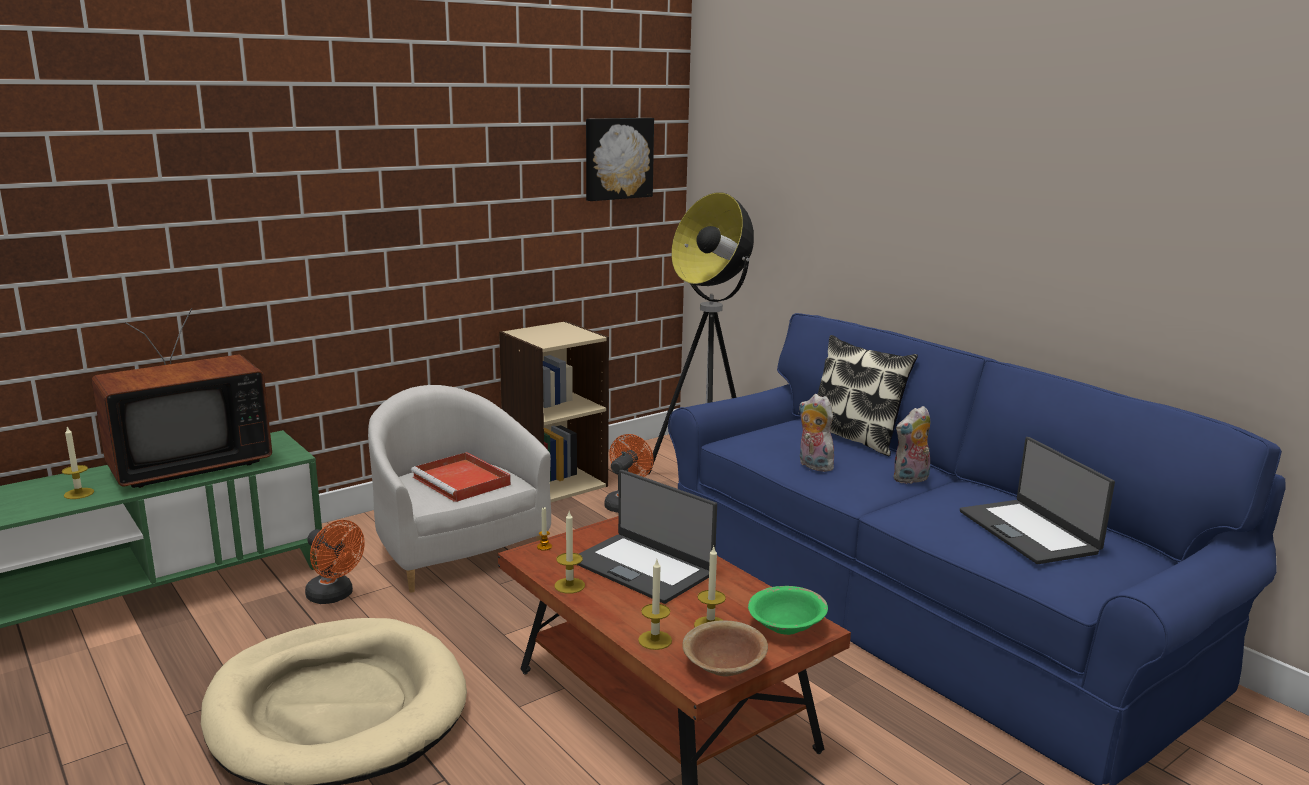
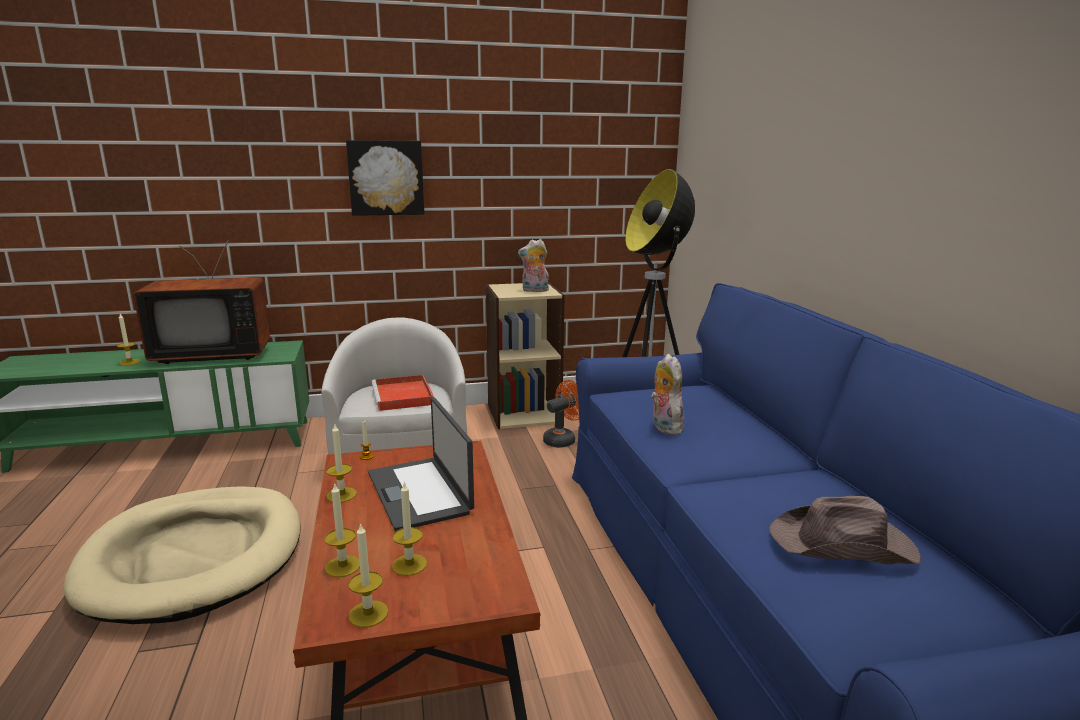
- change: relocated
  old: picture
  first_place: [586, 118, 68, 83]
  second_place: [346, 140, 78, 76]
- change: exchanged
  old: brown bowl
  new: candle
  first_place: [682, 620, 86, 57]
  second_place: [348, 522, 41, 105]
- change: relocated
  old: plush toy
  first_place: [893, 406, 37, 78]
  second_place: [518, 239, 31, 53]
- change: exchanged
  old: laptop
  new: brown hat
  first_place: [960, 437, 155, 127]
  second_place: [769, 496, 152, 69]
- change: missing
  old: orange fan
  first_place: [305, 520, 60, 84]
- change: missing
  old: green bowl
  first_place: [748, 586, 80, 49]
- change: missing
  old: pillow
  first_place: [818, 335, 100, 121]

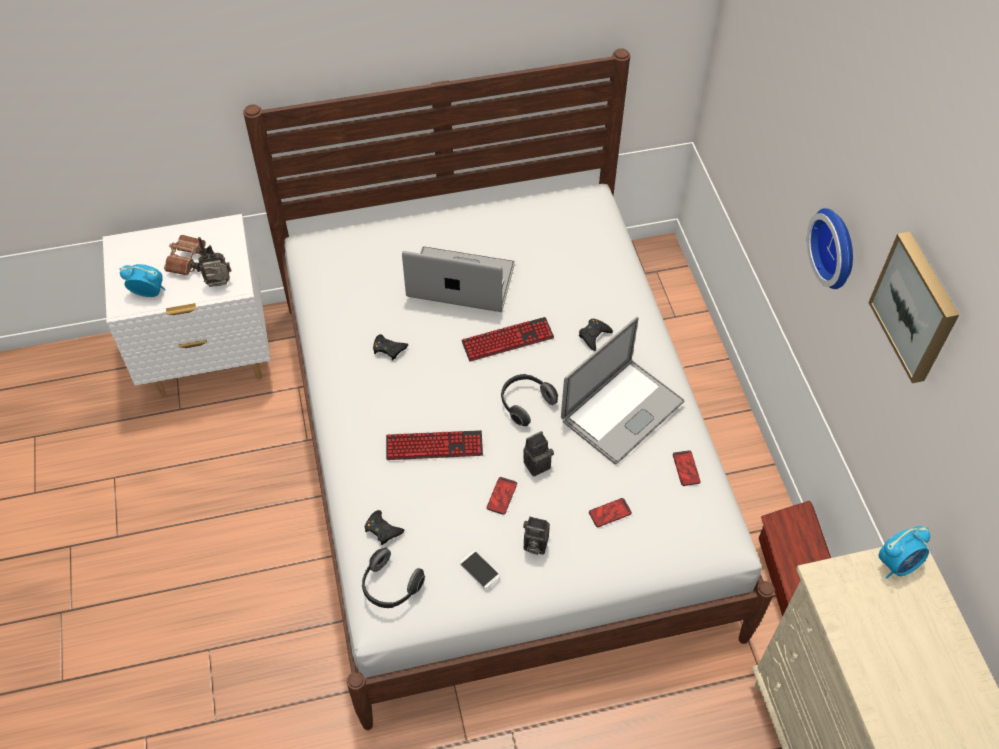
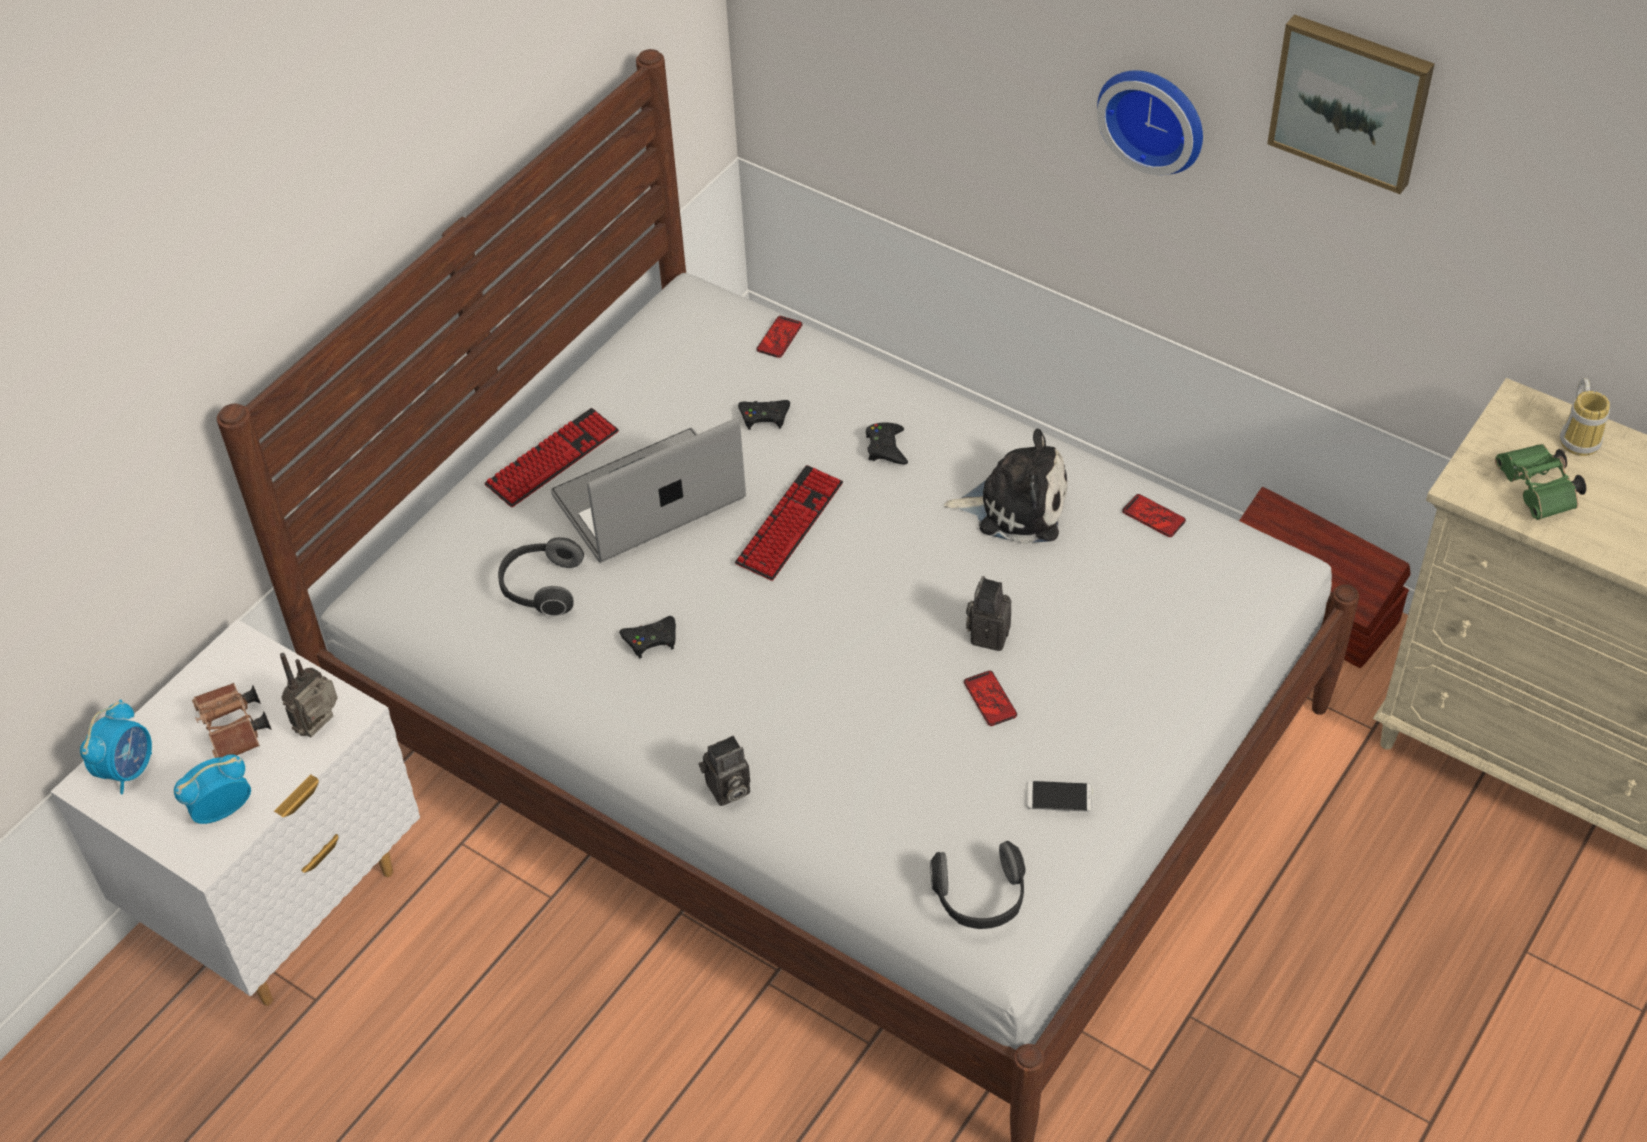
- change: relocated
  old: alarm clock
  first_place: [879, 526, 51, 52]
  second_place: [80, 700, 72, 94]
- change: relocated
  old: keyboard
  first_place: [386, 430, 97, 30]
  second_place: [484, 408, 135, 99]
- change: relocated
  old: headphones
  first_place: [501, 374, 57, 52]
  second_place: [498, 537, 86, 79]
- change: relocated
  old: photo camera
  first_place: [523, 517, 27, 38]
  second_place: [699, 735, 51, 71]
- change: relocated
  old: black game controller
  first_place: [365, 510, 40, 35]
  second_place: [738, 400, 52, 30]
- change: relocated
  old: phone
  first_place: [589, 498, 43, 29]
  second_place: [757, 316, 45, 42]
- change: exchanged
  old: laptop
  new: plush toy
  first_place: [561, 317, 124, 148]
  second_place: [944, 428, 124, 116]
- change: appeared
  new: green binoculars
  second_place: [1495, 444, 91, 76]
- change: appeared
  new: mug
  second_place: [1560, 378, 50, 78]

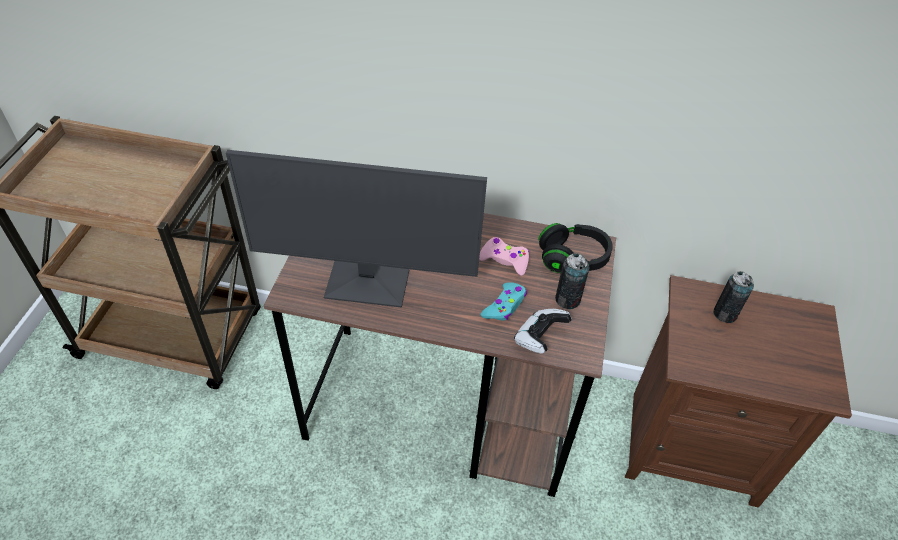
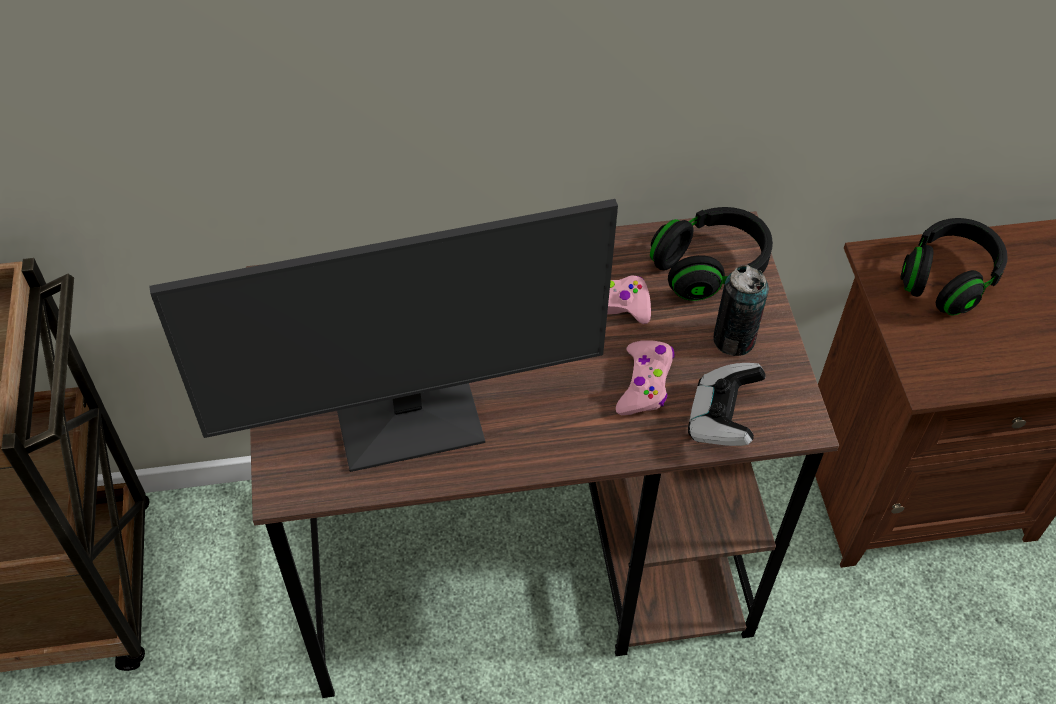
- change: colour
  old: turquoise game controller
  new: pink game controller
  first_place: [481, 282, 46, 38]
  second_place: [616, 340, 59, 75]
- change: exchanged
  old: can
  new: black headphones
  first_place: [713, 271, 41, 52]
  second_place: [900, 218, 108, 98]

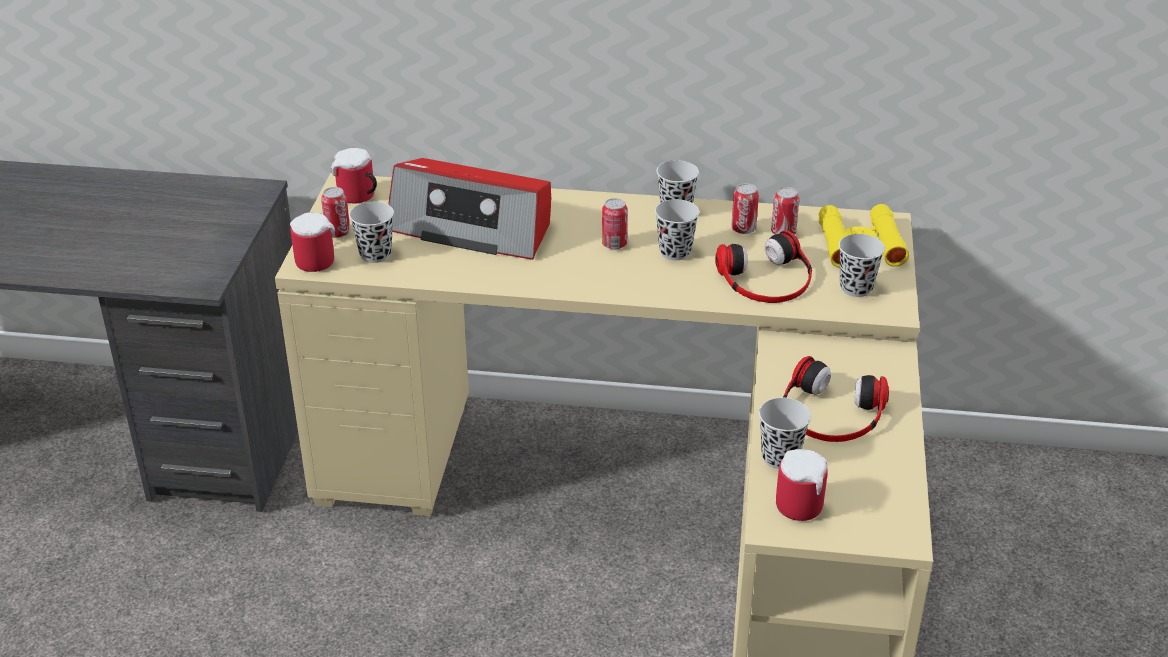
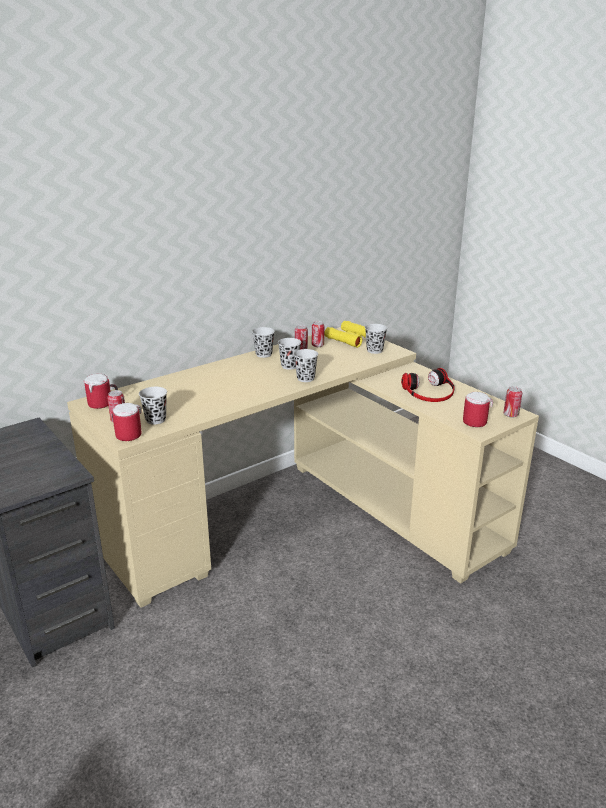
- change: relocated
  old: black cup
  first_place: [759, 398, 52, 71]
  second_place: [294, 349, 24, 33]
- change: relocated
  old: can
  first_place: [602, 198, 26, 51]
  second_place: [503, 386, 19, 32]
- change: missing
  old: radio
  first_place: [388, 158, 163, 102]
- change: missing
  old: headphones
  first_place: [715, 230, 97, 73]

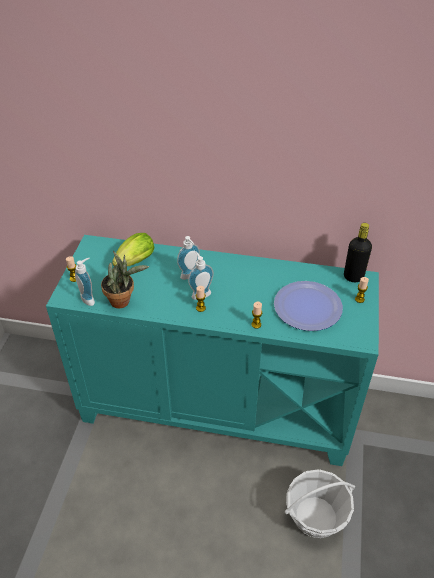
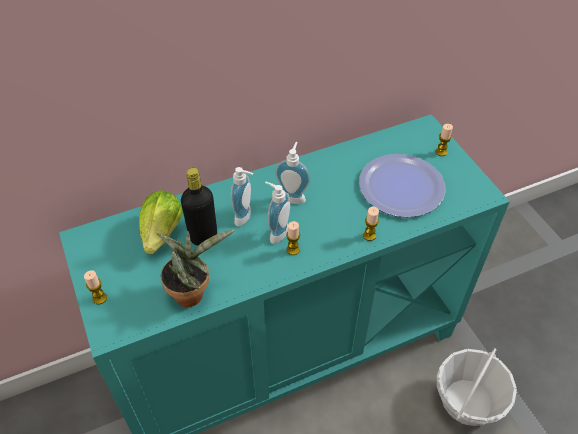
- change: relocated
  old: black bottle
  first_place: [344, 223, 28, 59]
  second_place: [181, 168, 36, 77]
- change: relocated
  old: soap dispenser
  first_place: [75, 258, 20, 48]
  second_place: [275, 142, 35, 62]

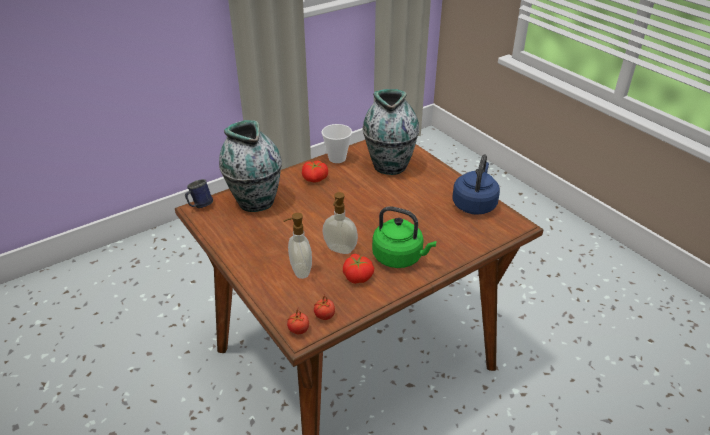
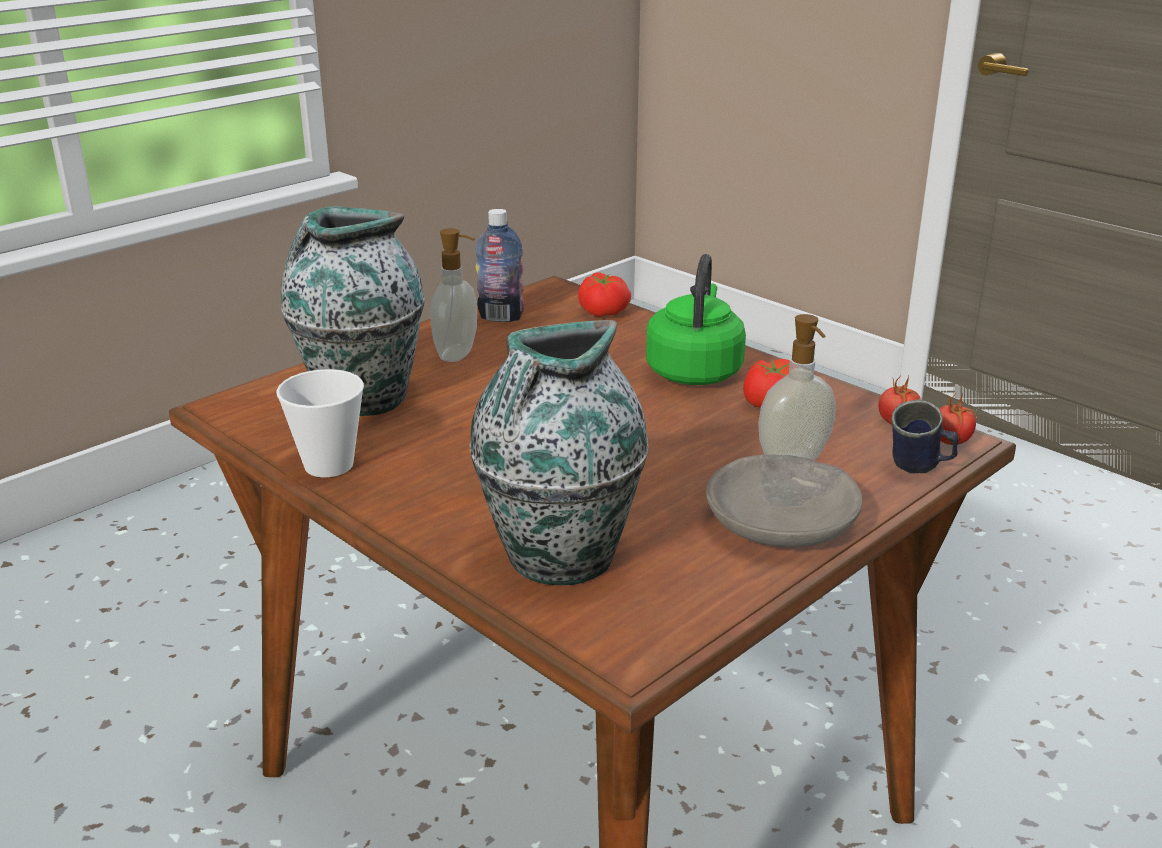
- change: relocated
  old: soap dispenser
  first_place: [323, 192, 35, 62]
  second_place: [430, 228, 47, 134]
- change: exchanged
  old: blue kettle
  new: bottle
  first_place: [452, 154, 48, 61]
  second_place: [475, 209, 49, 113]
- change: relocated
  old: tomato
  first_place: [302, 161, 26, 22]
  second_place: [578, 272, 53, 45]
- change: appeared
  new: grey bowl
  second_place: [706, 455, 156, 92]
- change: relocated
  old: blue mug
  first_place: [185, 179, 28, 29]
  second_place: [891, 400, 68, 74]

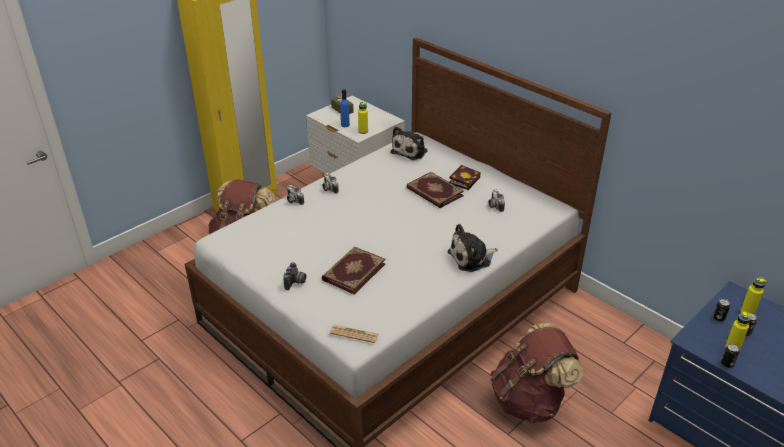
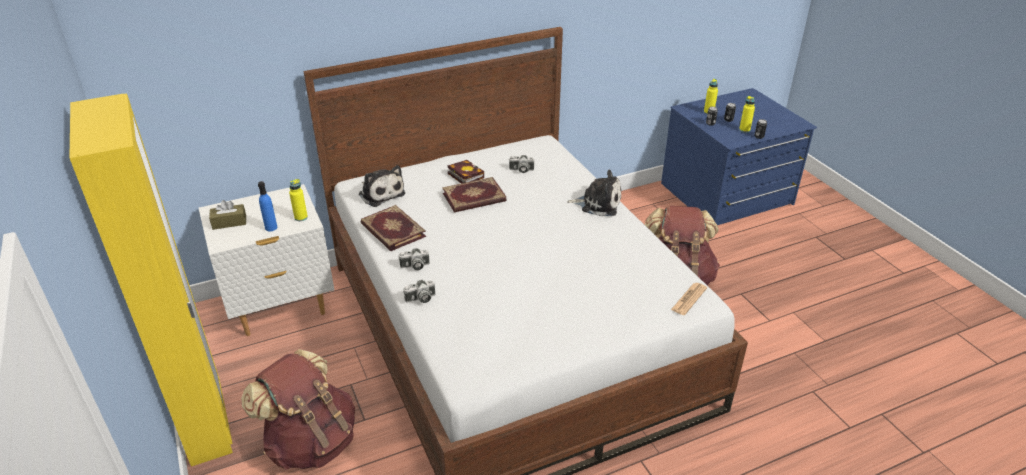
- change: relocated
  old: book
  first_place: [322, 247, 63, 48]
  second_place: [361, 205, 65, 46]
- change: spun
  old: plush toy
  first_place: [448, 224, 49, 48]
  second_place: [567, 170, 54, 46]
  degrees: -75
- change: missing
  old: photo camera
  first_place: [283, 262, 23, 28]

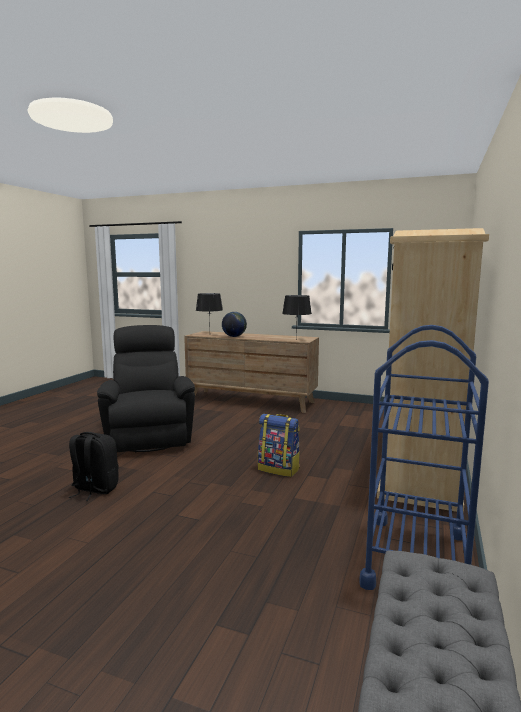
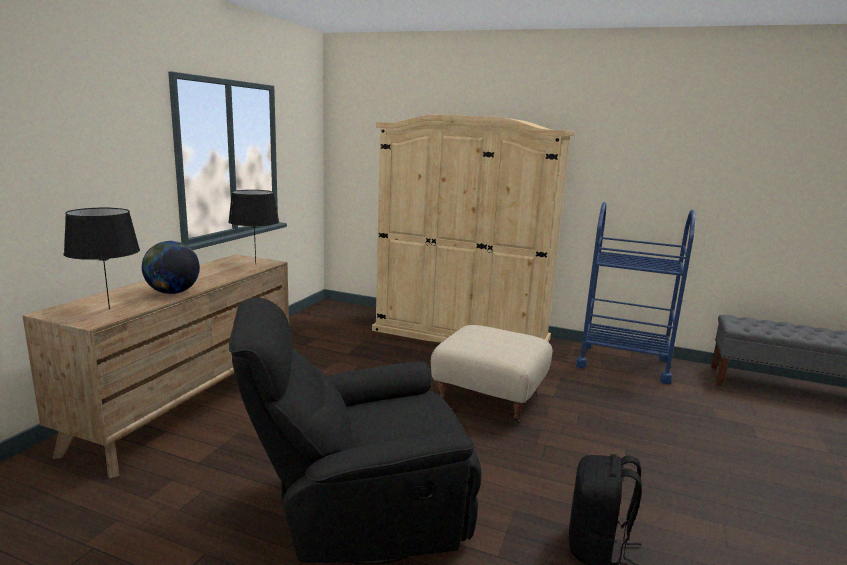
- change: exchanged
  old: backpack
  new: beige ottoman
  first_place: [258, 414, 42, 63]
  second_place: [431, 325, 121, 99]

